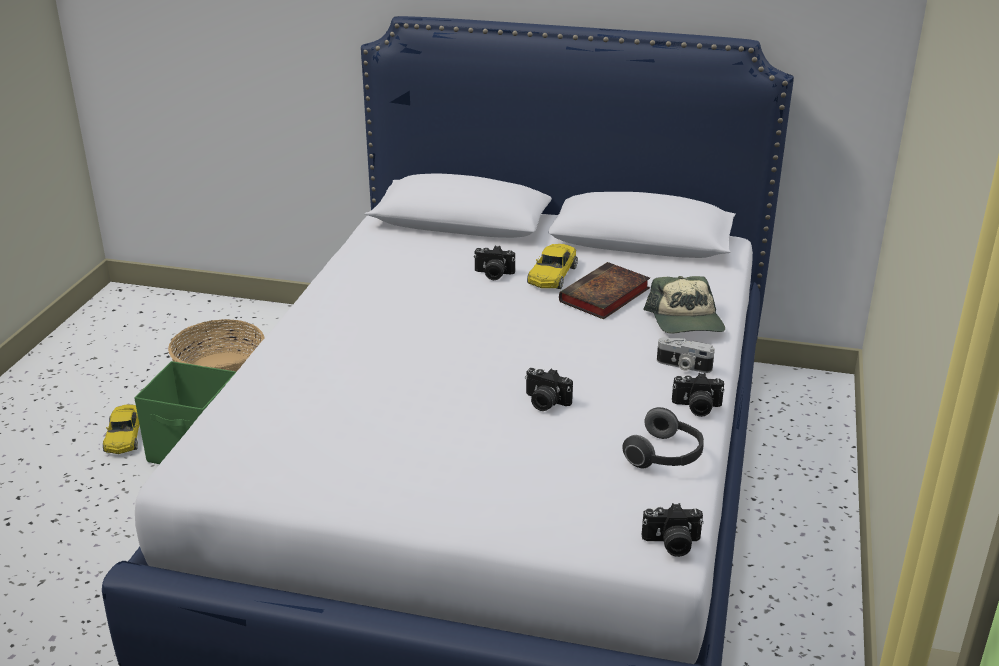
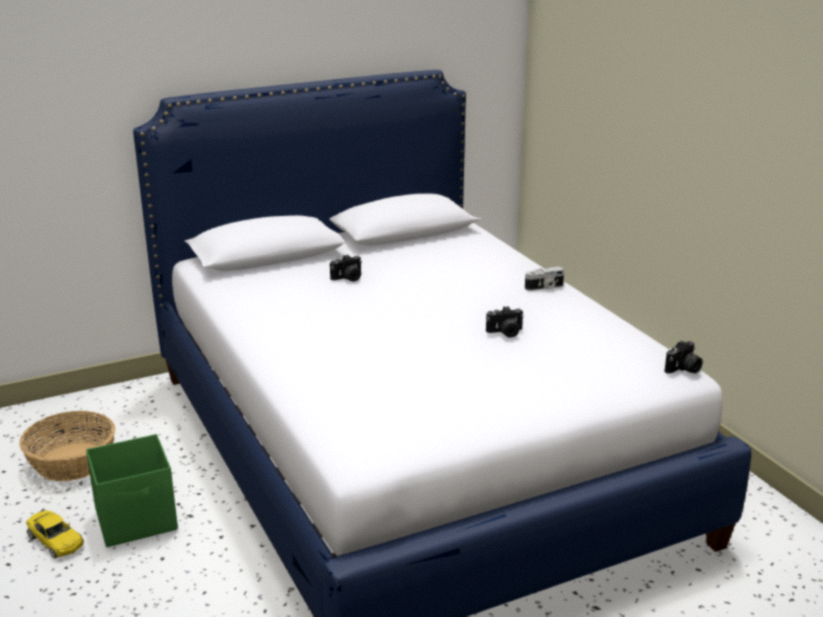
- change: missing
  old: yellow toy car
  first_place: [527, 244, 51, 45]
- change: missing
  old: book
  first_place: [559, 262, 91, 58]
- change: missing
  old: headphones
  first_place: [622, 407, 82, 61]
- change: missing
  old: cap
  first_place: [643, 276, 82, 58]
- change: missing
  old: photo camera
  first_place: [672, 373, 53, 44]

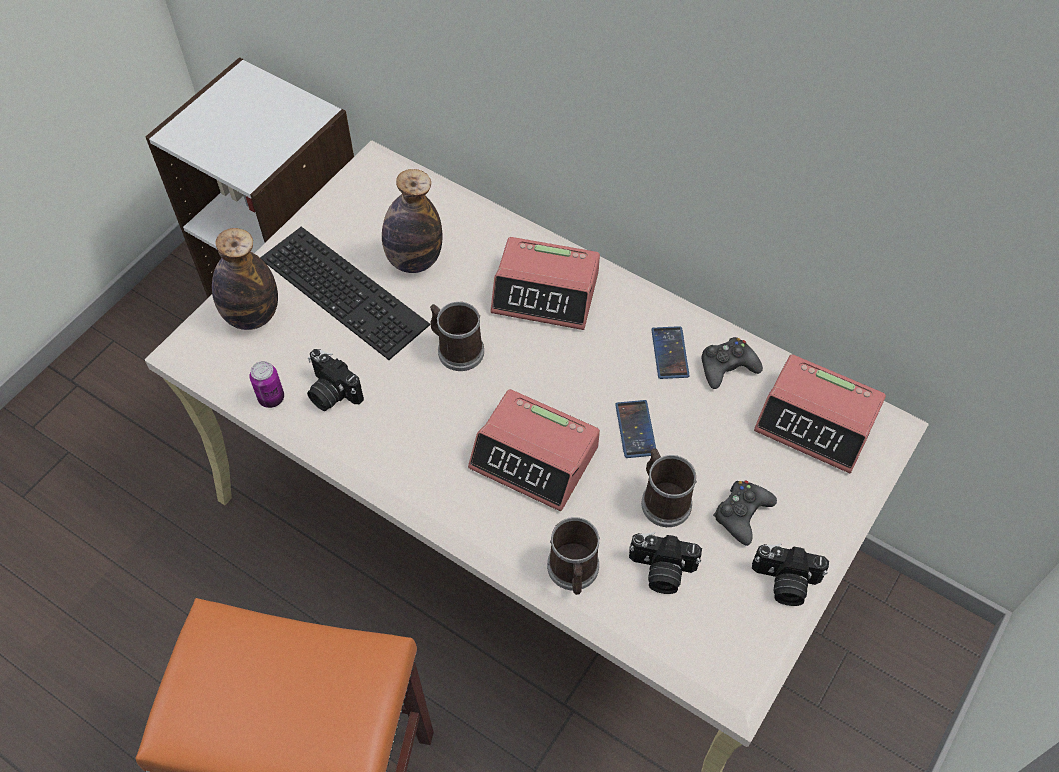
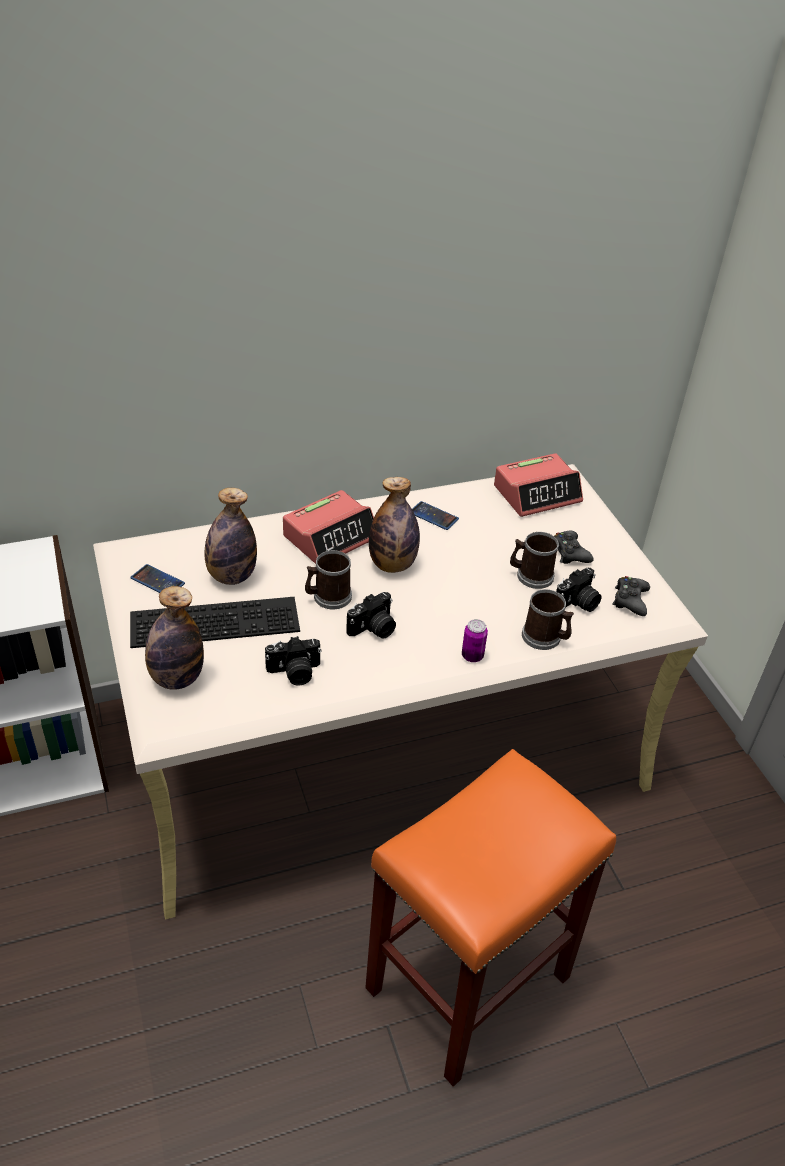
- change: relocated
  old: phone
  first_place: [615, 400, 41, 58]
  second_place: [130, 564, 55, 29]
- change: relocated
  old: photo camera
  first_place: [752, 543, 77, 63]
  second_place: [346, 592, 50, 47]
- change: appeared
  new: bottle
  second_place: [369, 477, 51, 96]
- change: relocated
  old: can
  first_place: [250, 361, 34, 47]
  second_place: [462, 619, 26, 43]
- change: relocated
  old: black game controller
  first_place: [701, 337, 62, 52]
  second_place: [612, 576, 38, 40]
- change: missing
  old: alarm clock
  first_place: [468, 389, 132, 122]

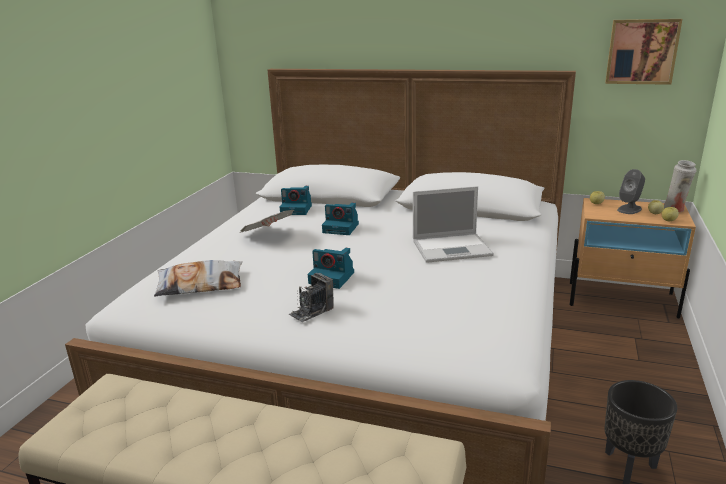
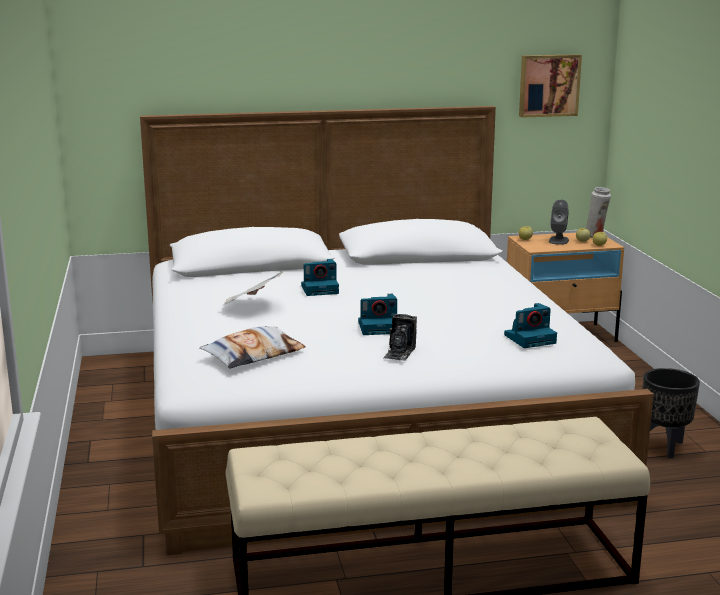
- change: relocated
  old: photo camera
  first_place: [279, 186, 33, 29]
  second_place: [504, 303, 53, 45]
- change: missing
  old: laptop
  first_place: [413, 186, 81, 77]

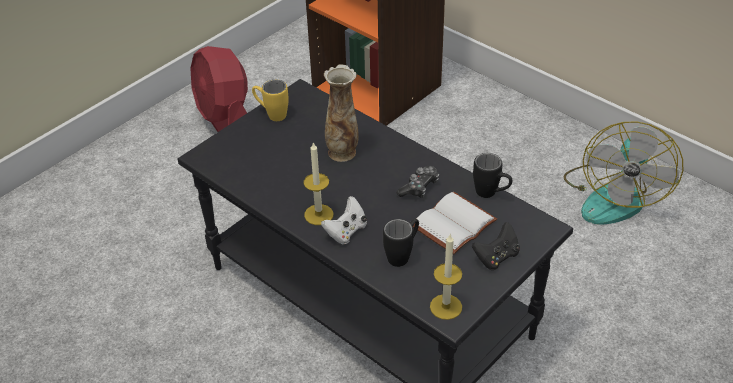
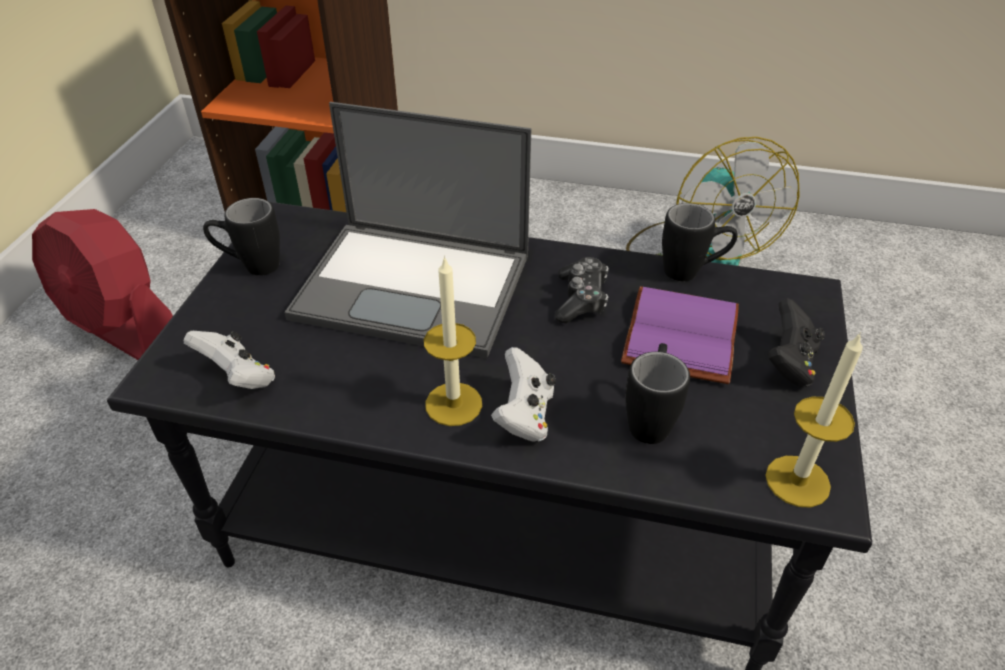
- change: appeared
  new: white game controller
  second_place: [184, 331, 91, 58]
- change: colour
  old: yellow mug
  new: black mug
  first_place: [252, 80, 37, 41]
  second_place: [203, 198, 77, 78]
- change: exchanged
  old: vase
  new: laptop
  first_place: [324, 65, 35, 97]
  second_place: [284, 102, 247, 256]
- change: colour
  old: white book
  new: purple book
  first_place: [413, 191, 84, 63]
  second_place: [621, 286, 118, 98]

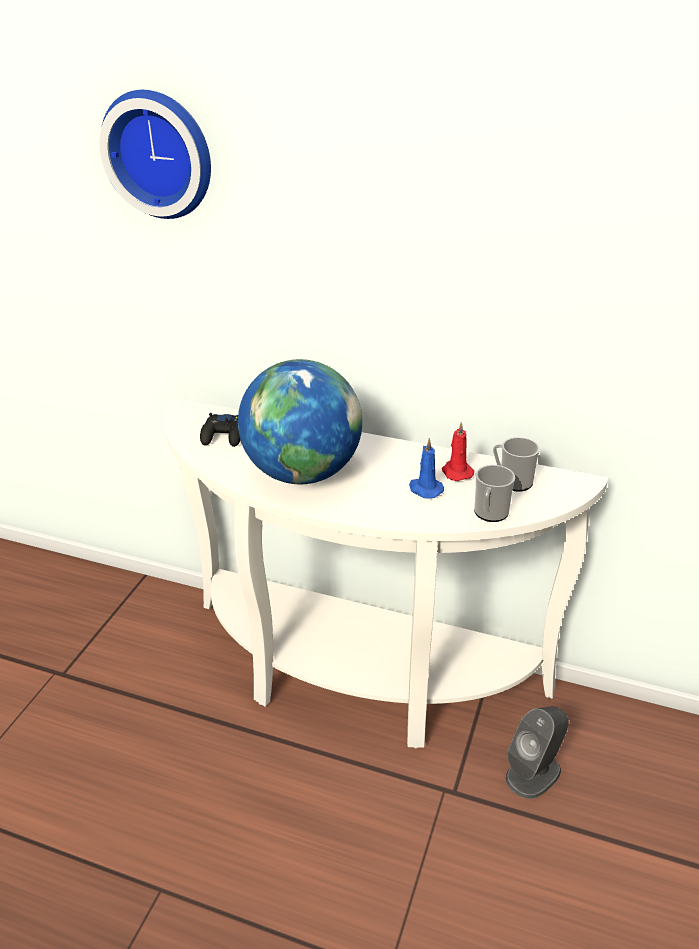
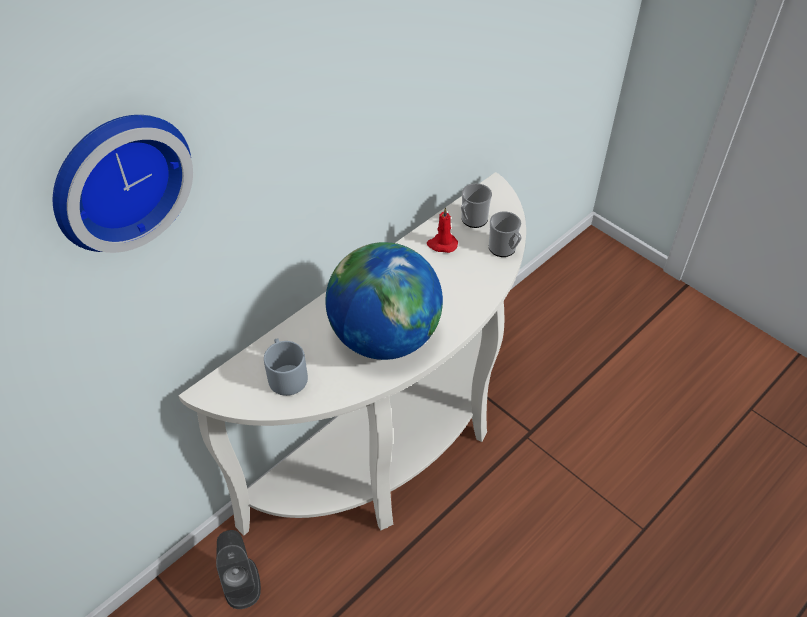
- change: relocated
  old: grey speaker
  first_place: [505, 706, 63, 93]
  second_place: [216, 530, 45, 79]
- change: exchanged
  old: black game controller
  new: grey mug
  first_place: [200, 413, 40, 34]
  second_place: [264, 338, 44, 58]
- change: missing
  old: blue candle
  first_place: [409, 438, 35, 61]

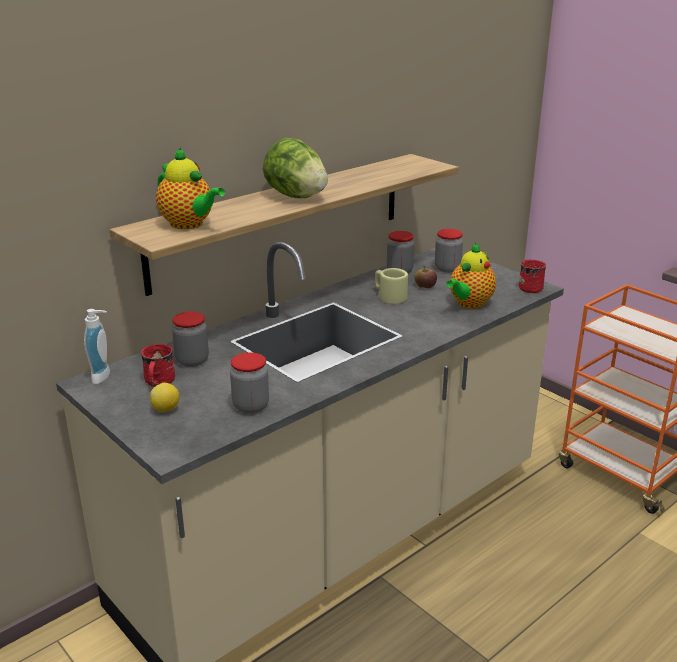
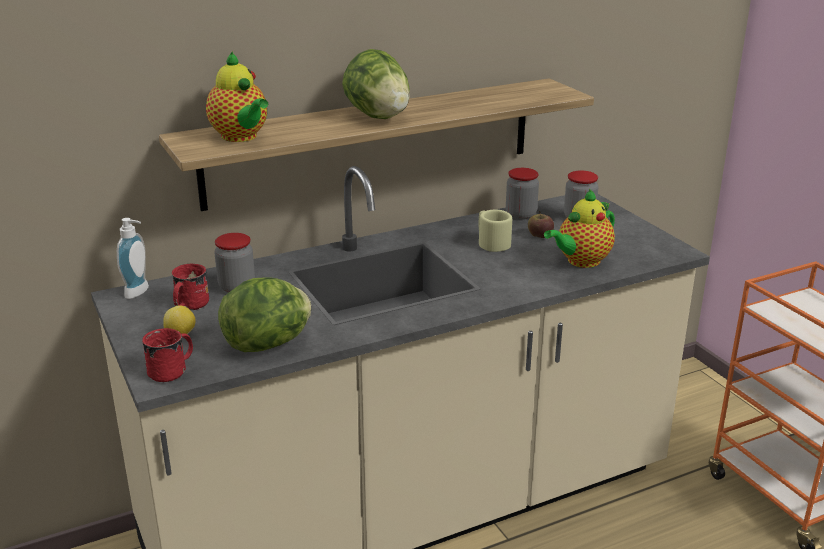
- change: relocated
  old: red mug
  first_place: [519, 260, 27, 33]
  second_place: [142, 328, 51, 54]
- change: exchanged
  old: jar
  new: lettuce
  first_place: [230, 352, 39, 62]
  second_place: [218, 277, 93, 75]

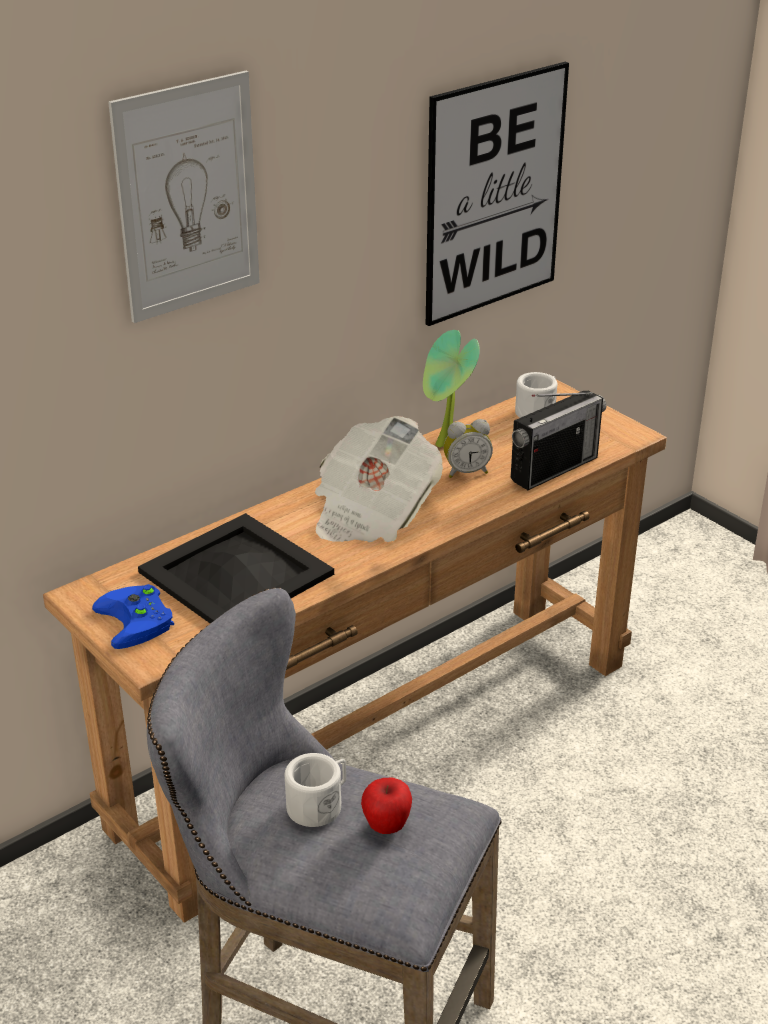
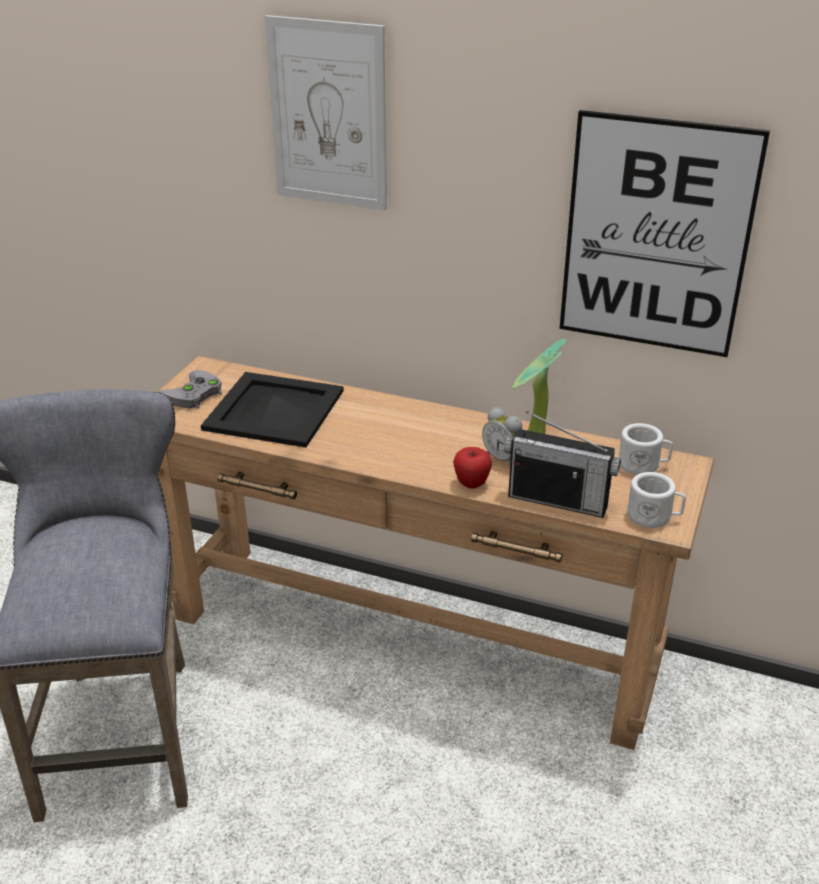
- change: colour
  old: blue game controller
  new: grey game controller
  first_place: [92, 584, 82, 65]
  second_place: [158, 370, 64, 39]
- change: relocated
  old: apple
  first_place: [361, 778, 51, 56]
  second_place: [453, 447, 39, 42]
- change: relocated
  old: white mug
  first_place: [285, 753, 61, 74]
  second_place: [627, 472, 59, 56]
- change: missing
  old: newspaper
  first_place: [315, 416, 128, 126]

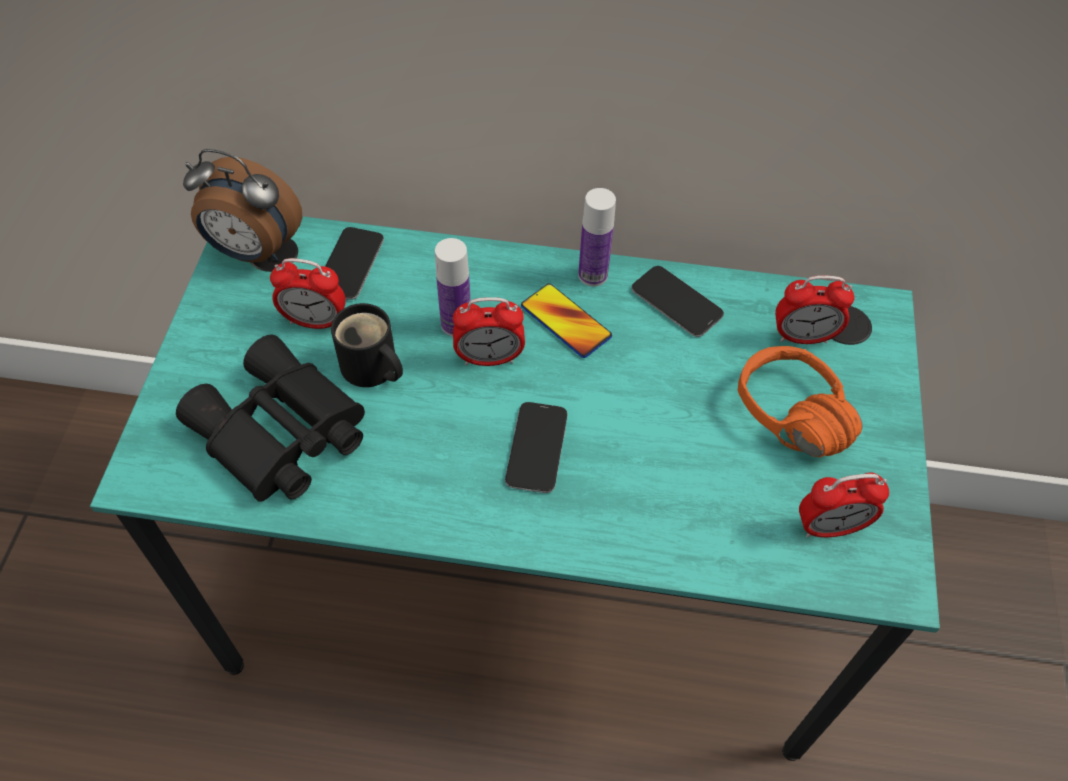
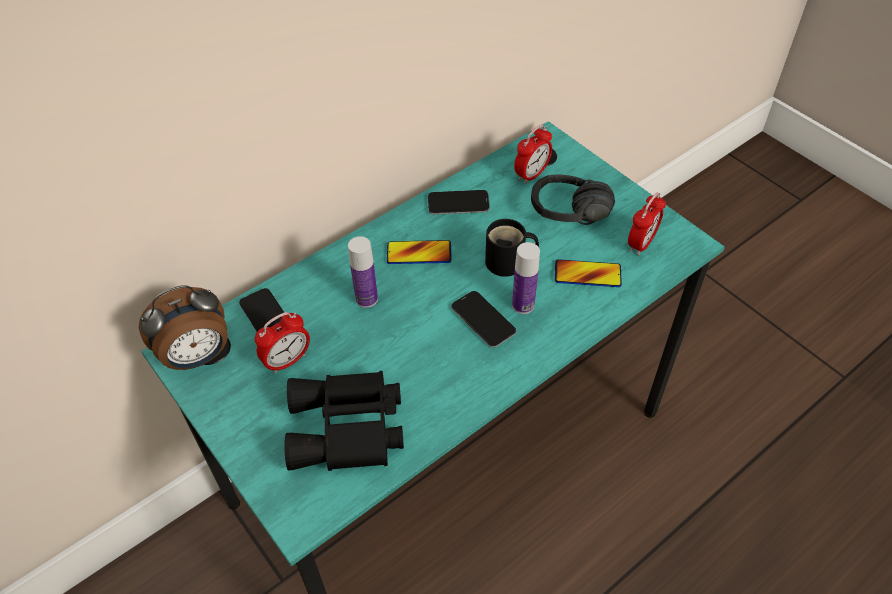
- change: relocated
  old: black mug
  first_place: [331, 303, 72, 84]
  second_place: [485, 219, 54, 58]
- change: relocated
  old: bottle
  first_place: [578, 188, 38, 98]
  second_place: [512, 242, 28, 72]
- change: colour
  old: orange headphones
  new: black headphones
  first_place: [738, 346, 125, 111]
  second_place: [531, 175, 84, 50]
- change: appeared
  new: phone
  second_place: [555, 259, 67, 28]
- change: missing
  old: alarm clock
  first_place: [453, 297, 72, 69]

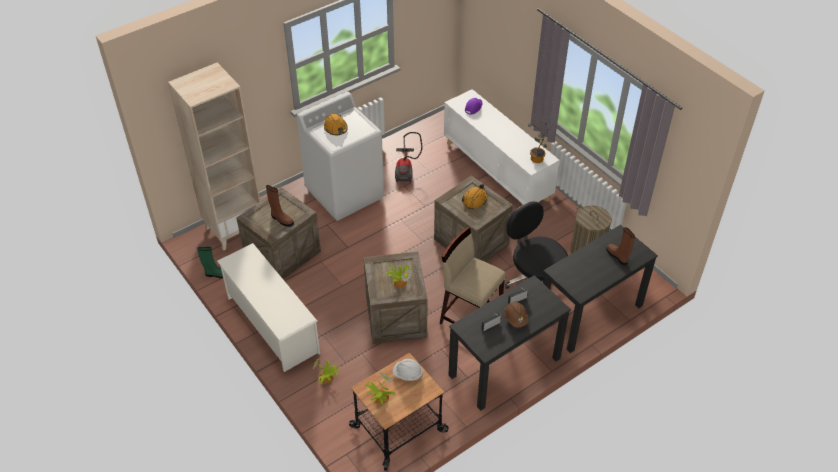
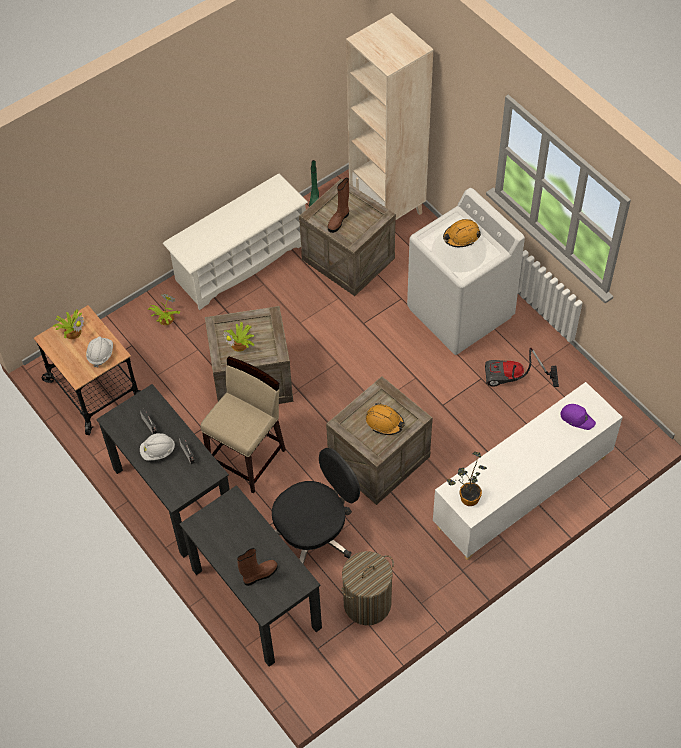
- change: colour
  old: brown hard hat
  new: white hard hat
  first_place: [504, 301, 25, 26]
  second_place: [140, 433, 35, 28]

